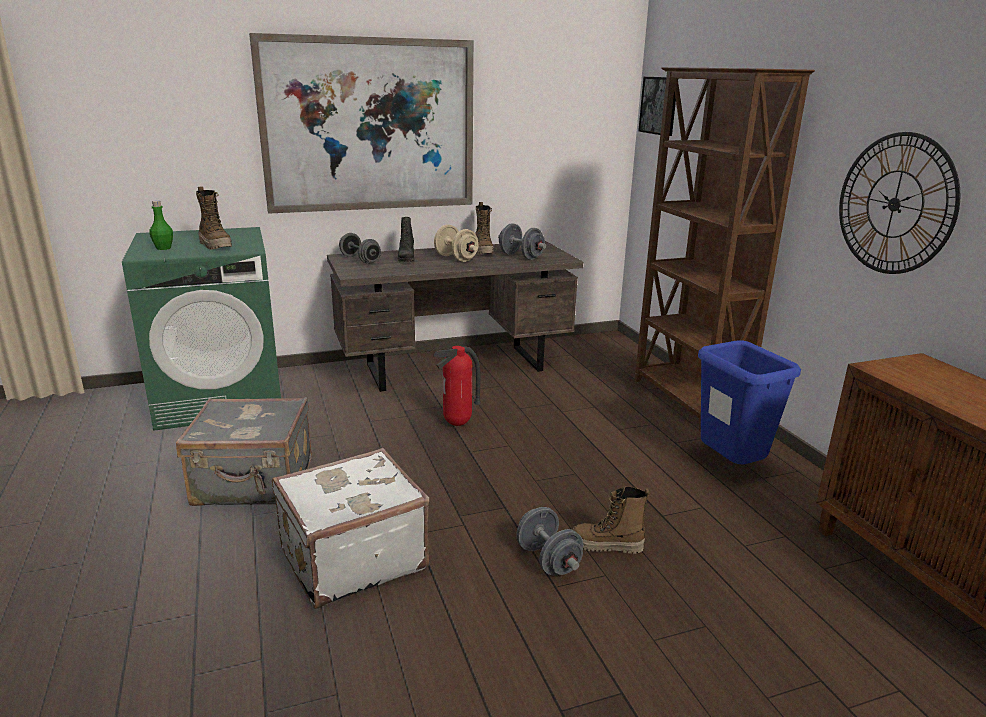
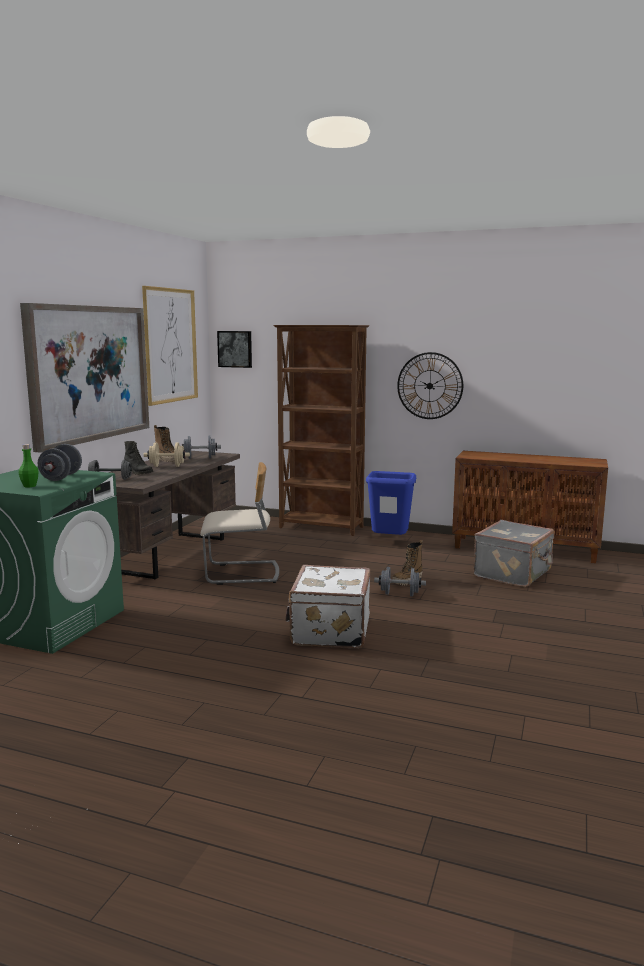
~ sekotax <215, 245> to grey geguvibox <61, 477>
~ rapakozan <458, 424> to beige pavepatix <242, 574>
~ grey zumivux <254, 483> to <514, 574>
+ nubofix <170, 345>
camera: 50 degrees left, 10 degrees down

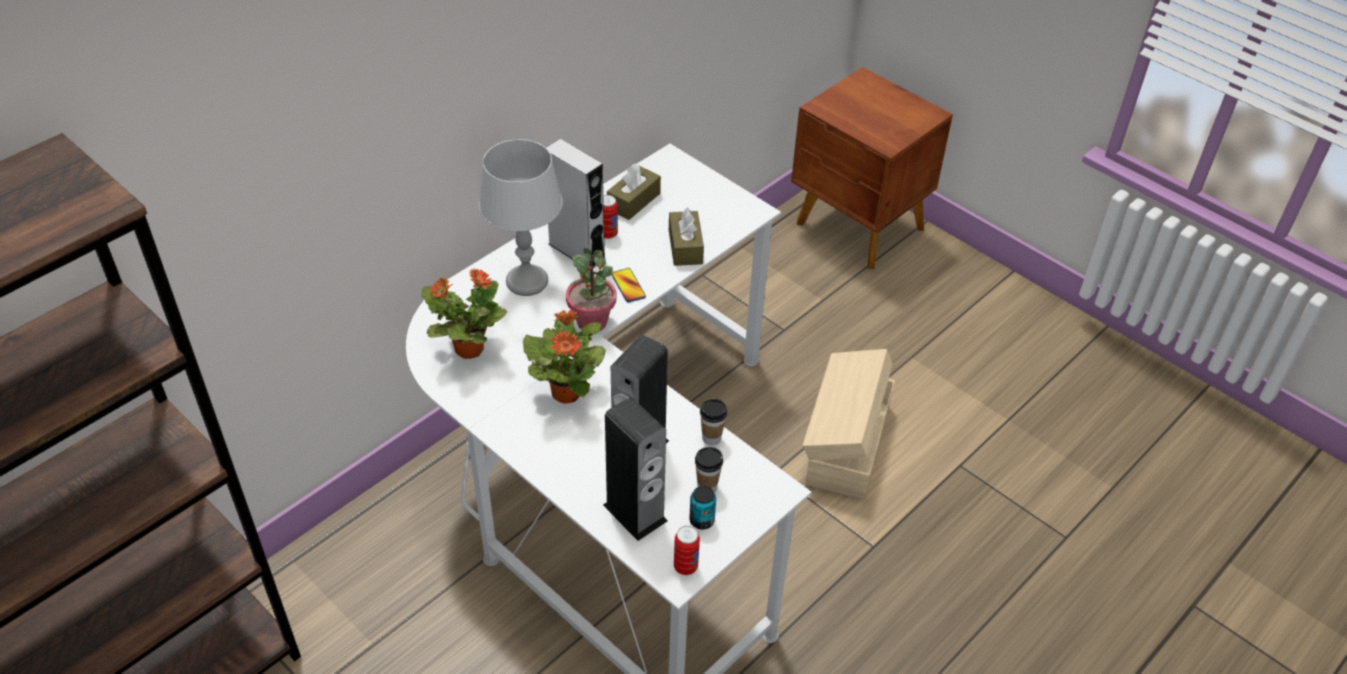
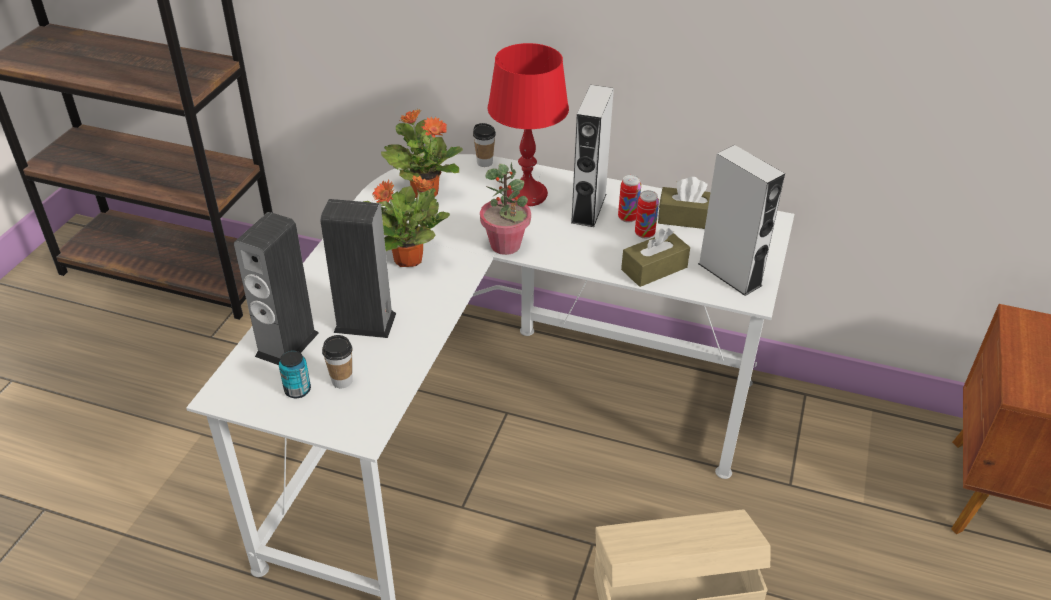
~ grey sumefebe <526, 281> to red sumefebe <527, 194>
- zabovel <628, 286>
~ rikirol <711, 438> to <484, 162>
~ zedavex <685, 566> to <644, 234>
+ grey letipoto <729, 274>
camera: 65 degrees right, 5 degrees down

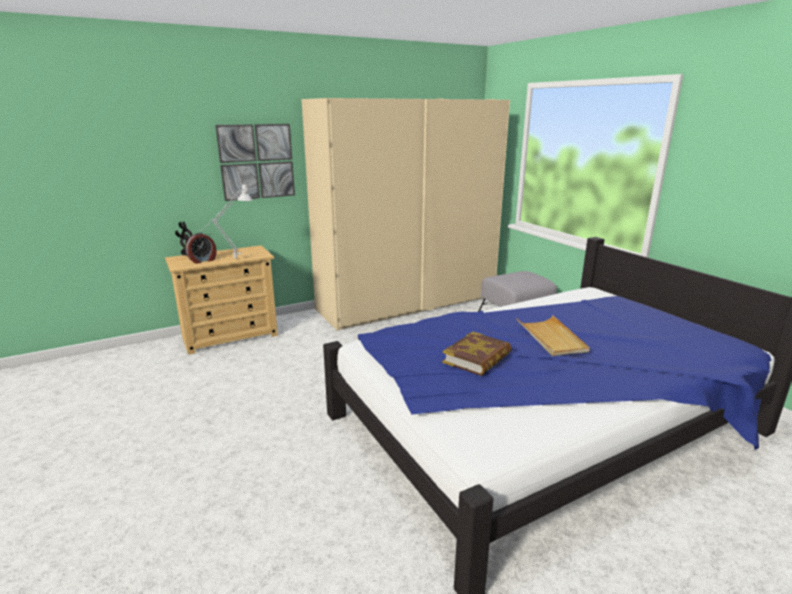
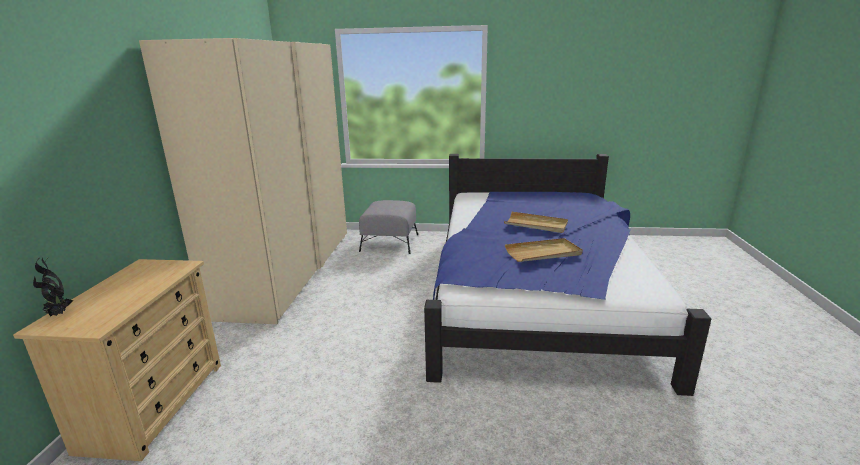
- nubofix <256, 161>
- grey sumefebe <232, 260>
- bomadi <203, 260>
~ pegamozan <477, 358> to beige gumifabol <543, 253>
camera: 55 degrees left, 0 degrees up

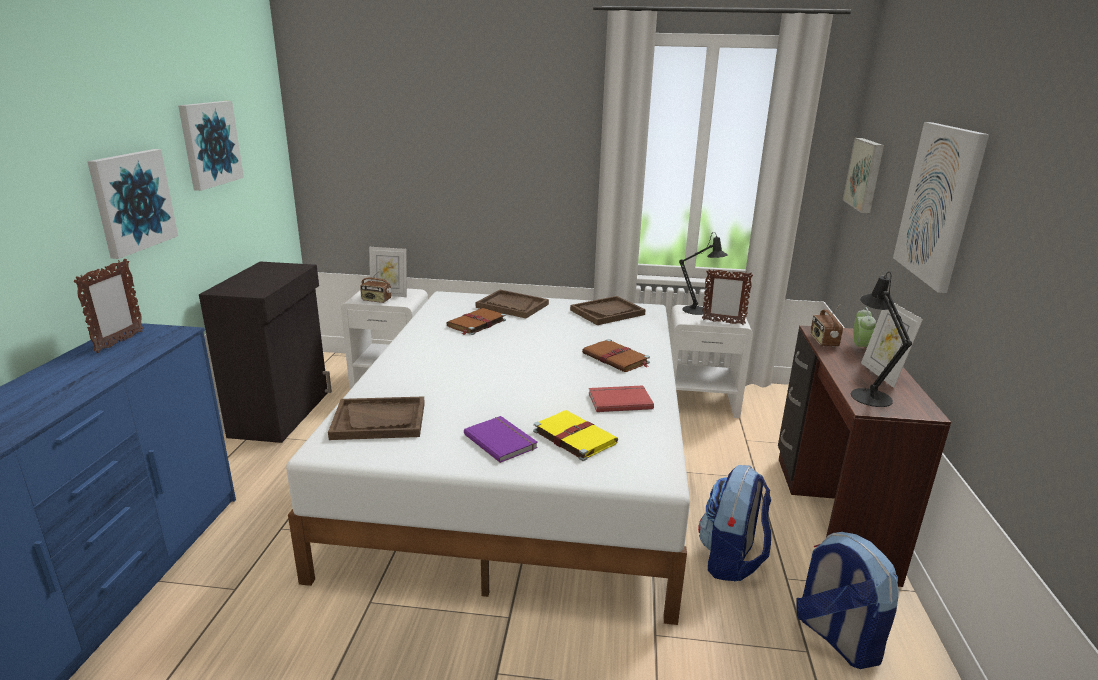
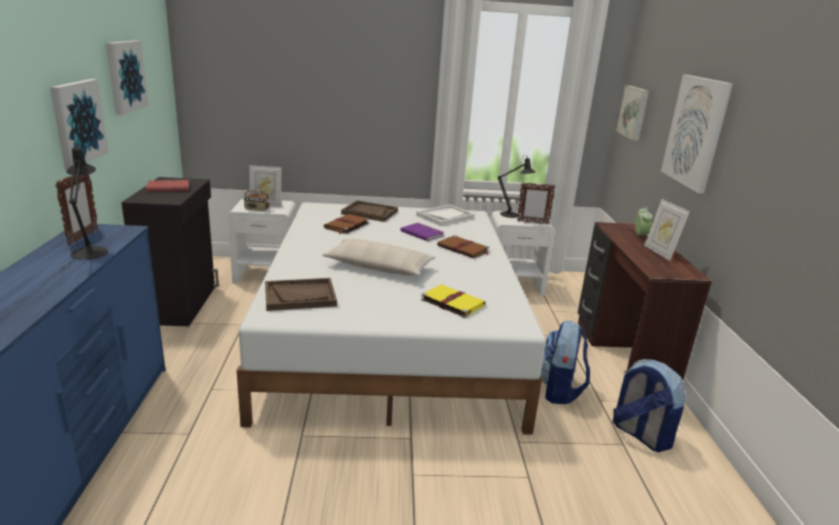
~ black sumefebe <867, 394> to <90, 251>
~ brown gumifabol <607, 312> to white gumifabol <445, 216>
- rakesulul <823, 341>
~ red pegamozan <619, 400> to <168, 187>
~ purple pegamozan <502, 440> to <422, 233>
+ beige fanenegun <378, 267>
camera: 10 degrees left, 0 degrees up

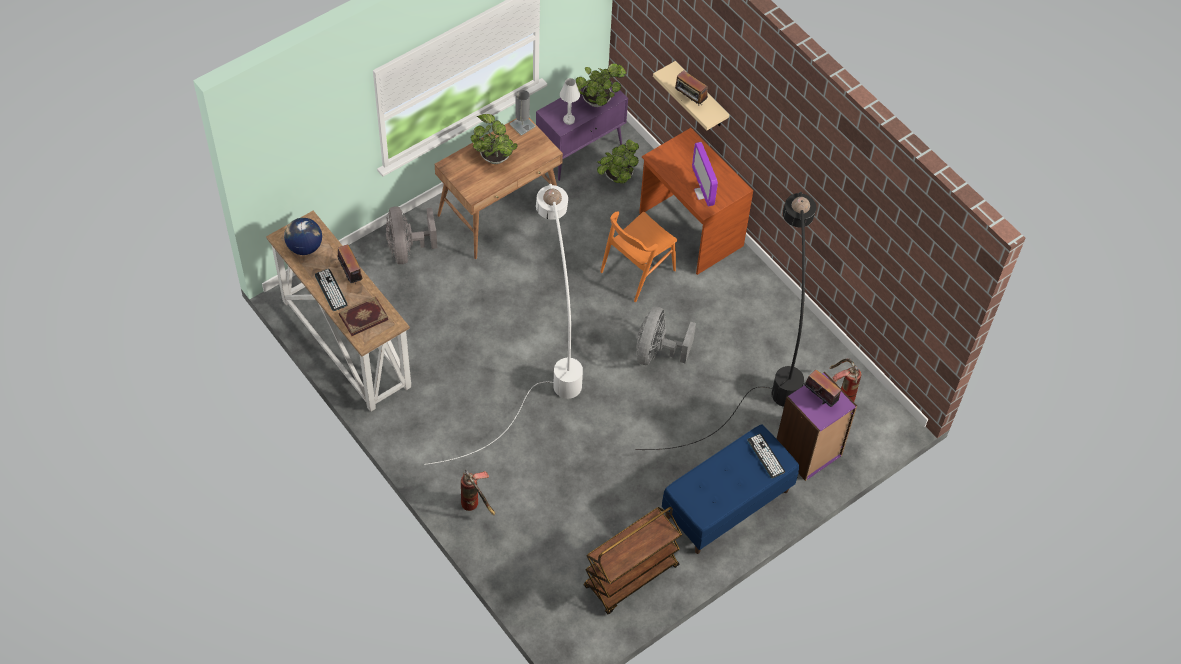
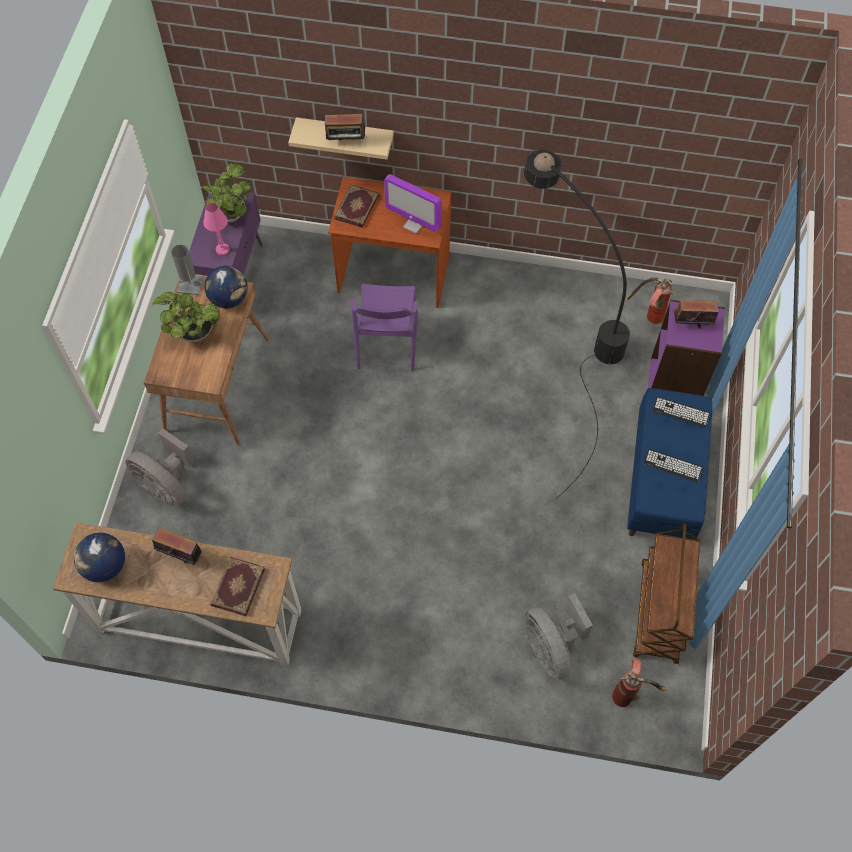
~ white sumefebe <569, 120> to pink sumefebe <222, 250>
- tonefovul <617, 178>
- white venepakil <545, 360>
~ orange pavepatix <637, 271> to purple pavepatix <387, 343>
~ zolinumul <331, 290> to <672, 466>
~ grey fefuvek <657, 352> to <551, 648>
~ rapakozan <476, 505> to <630, 694>
+ pegamozan <357, 207>
+ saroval <229, 299>
camera: 40 degrees left, 5 degrees up

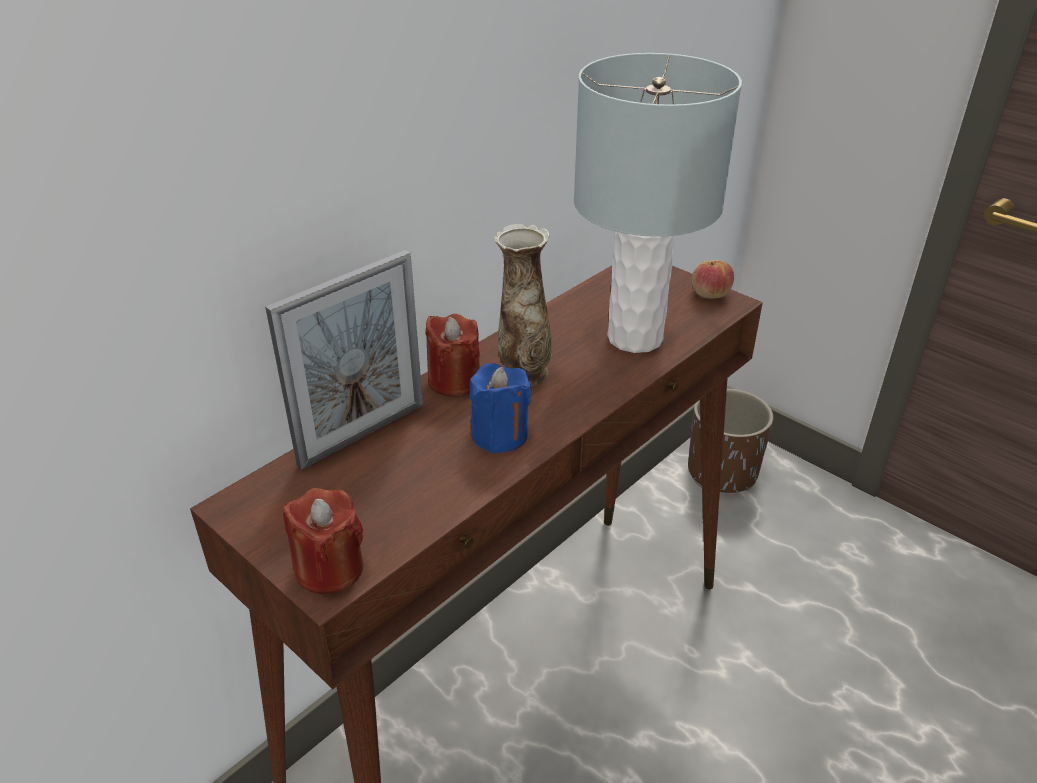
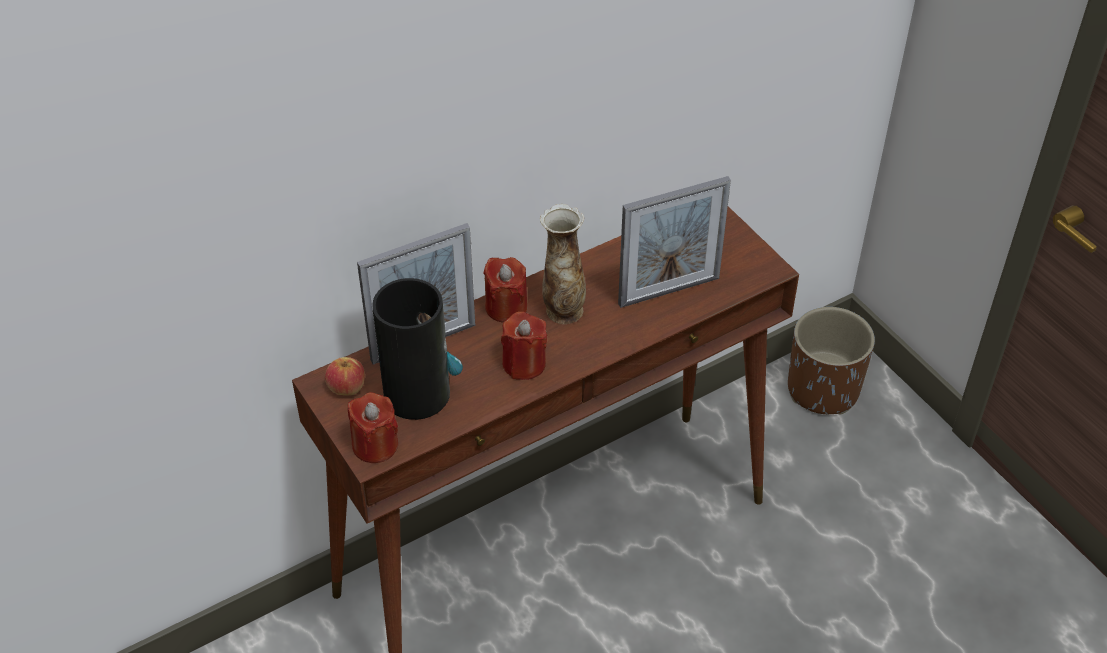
~ grey sumefebe <635, 337> to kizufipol <669, 291>
~ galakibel <709, 294> to <346, 387>
~ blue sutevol <499, 435> to red sutevol <524, 364>
+ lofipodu <418, 394>
camera: 15 degrees right, 10 degrees up

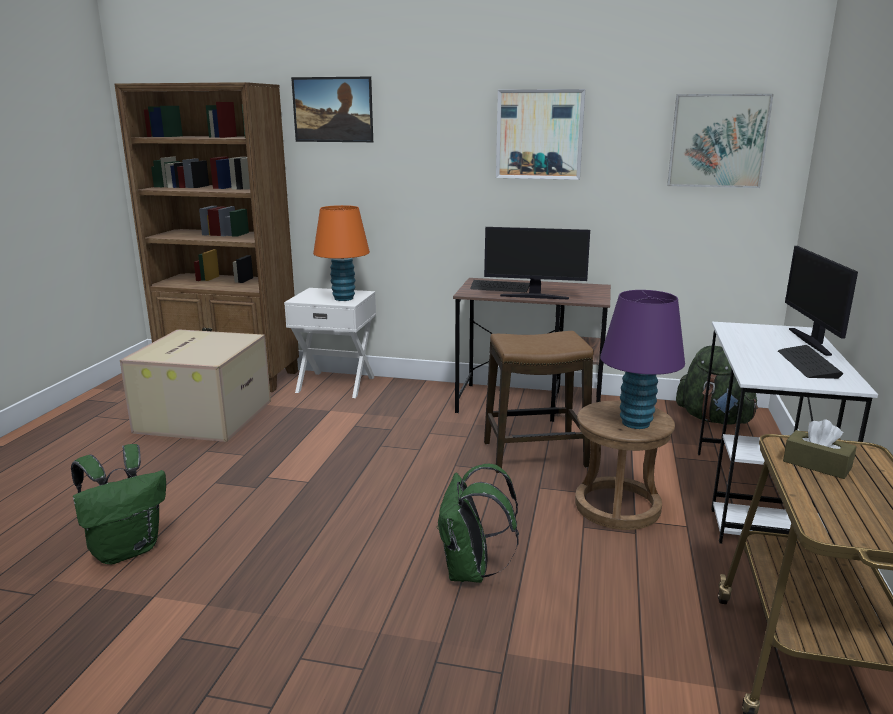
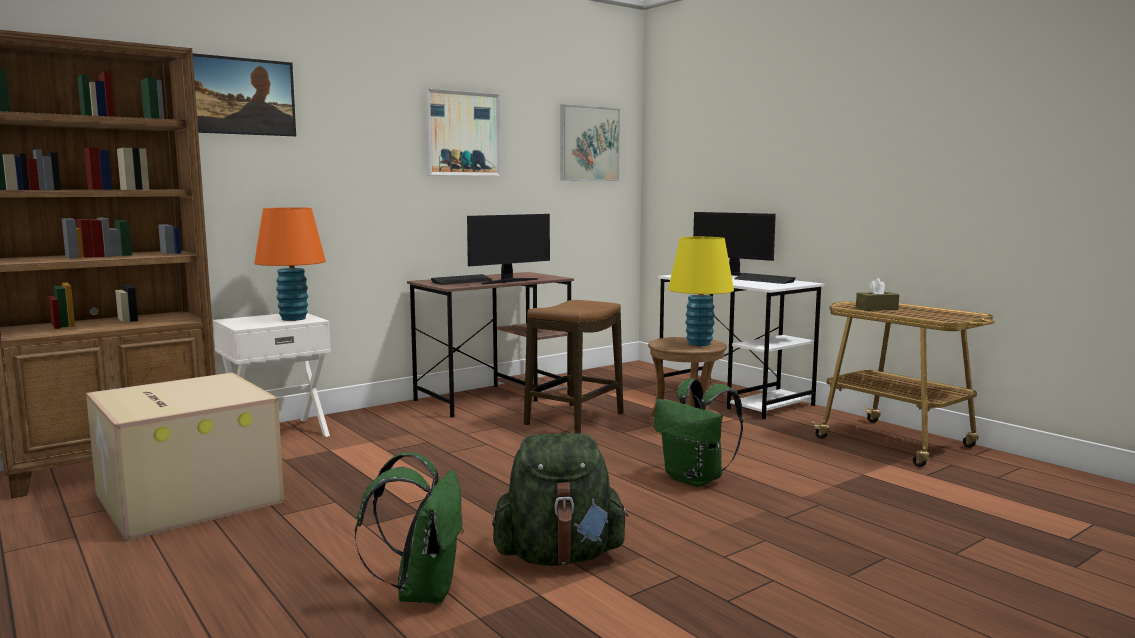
~ purple sumefebe <636, 423> to yellow sumefebe <699, 343>
~ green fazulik <714, 419> to <559, 556>
camera: 50 degrees left, 10 degrees down

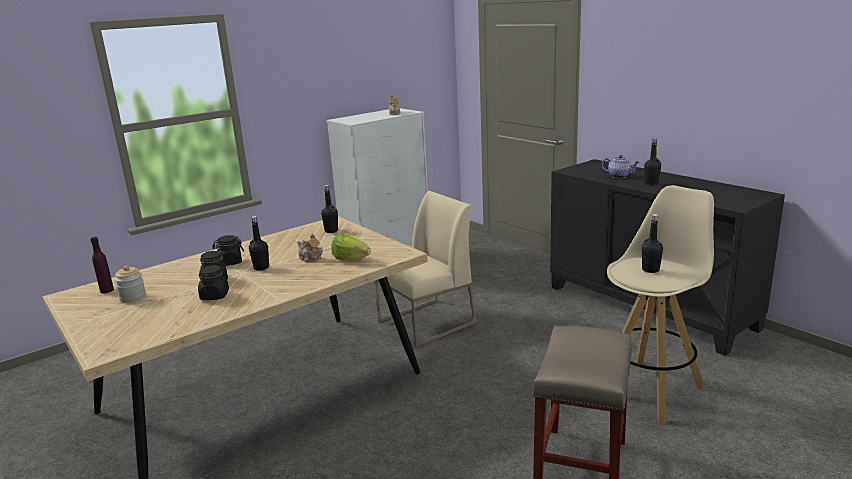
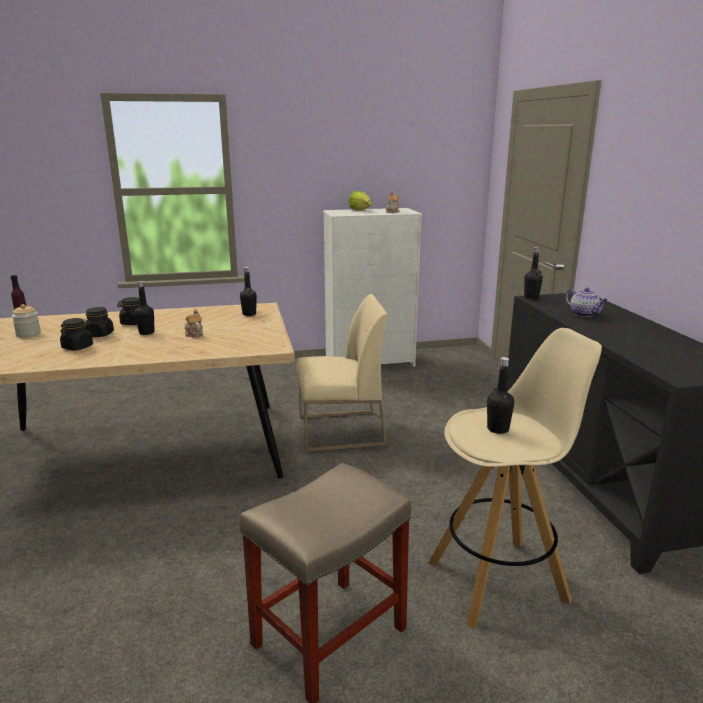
~ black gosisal <651, 183> to <531, 297>
~ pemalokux <351, 259> to <360, 210>
camera: 25 degrees right, 0 degrees up

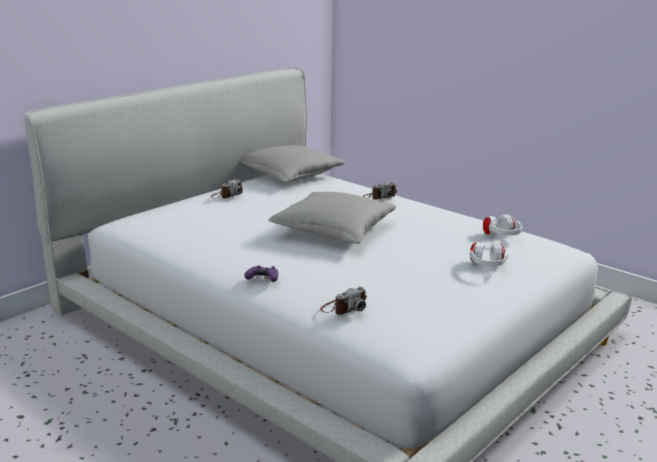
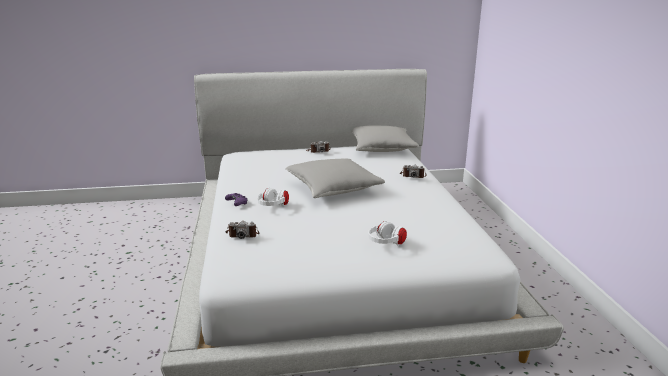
~ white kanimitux <501, 237> to <273, 207>
camera: 40 degrees right, 0 degrees up

